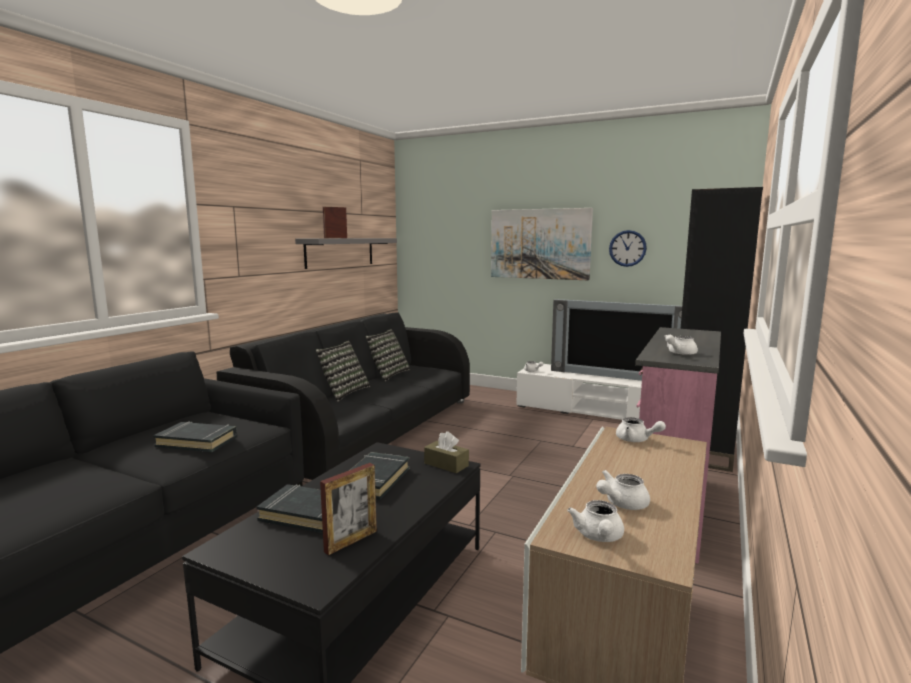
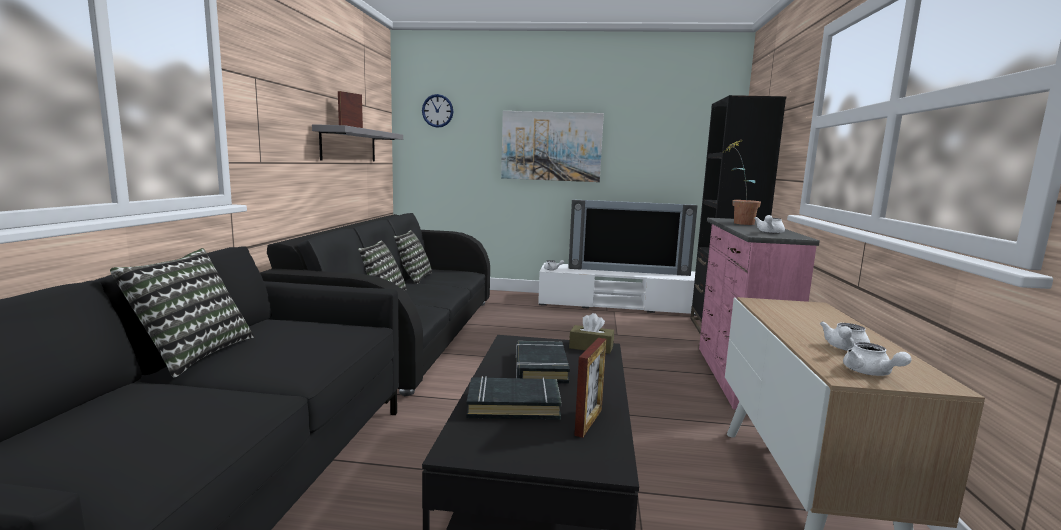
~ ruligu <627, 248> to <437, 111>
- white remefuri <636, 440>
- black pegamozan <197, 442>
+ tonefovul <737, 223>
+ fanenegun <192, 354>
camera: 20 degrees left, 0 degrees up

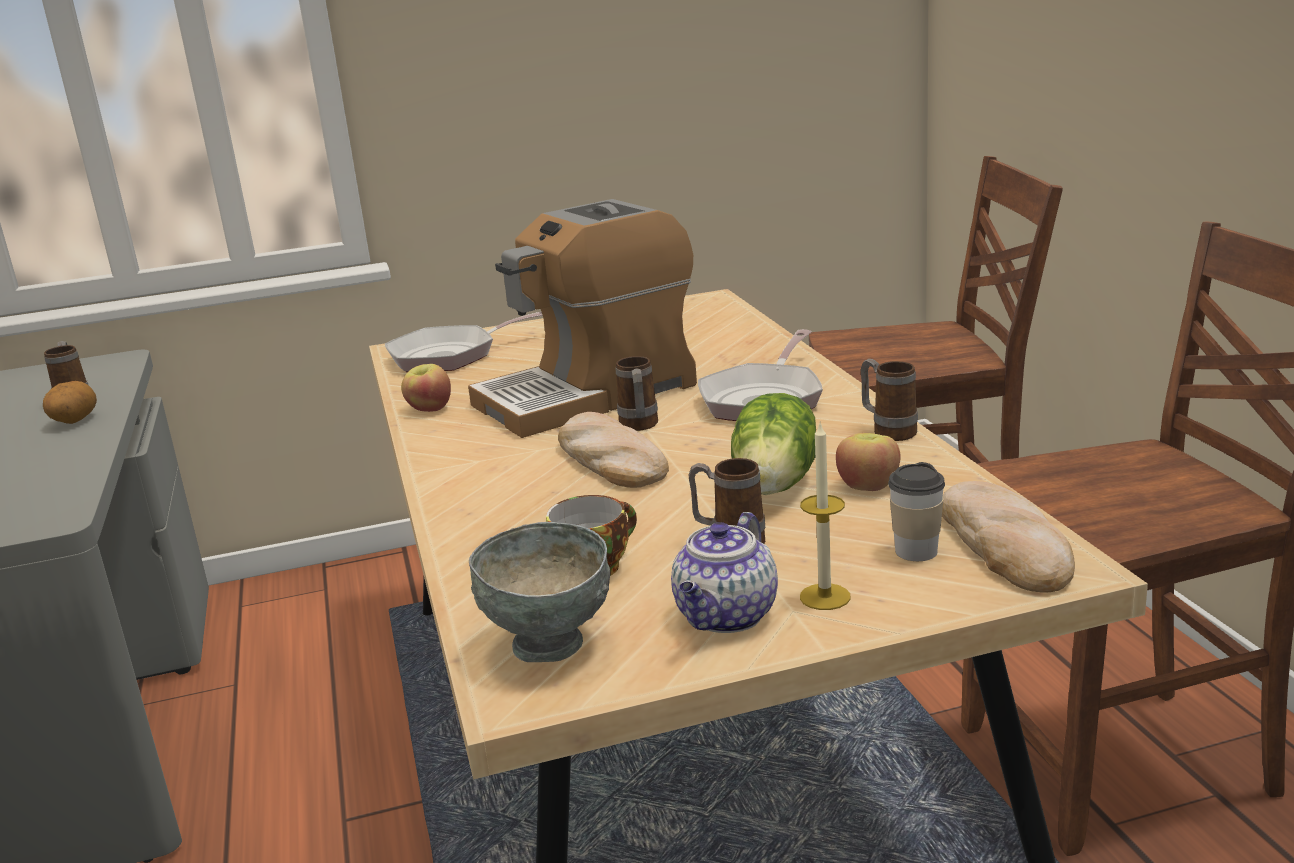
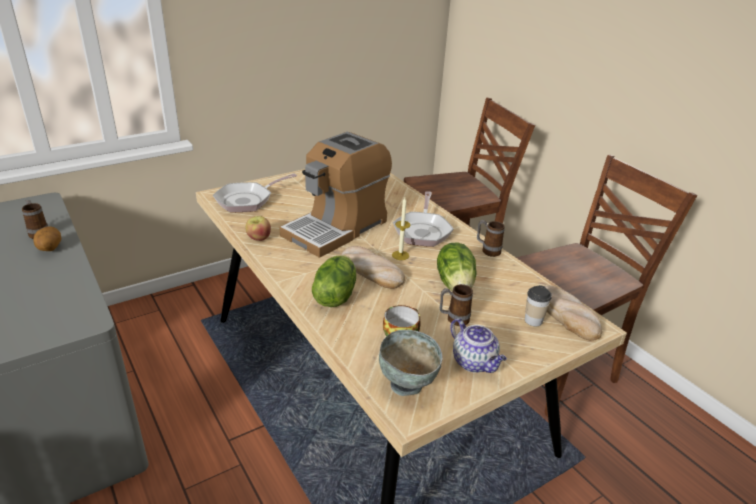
- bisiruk <639, 427>
~ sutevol <825, 597> to <400, 255>
- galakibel <868, 486>
~ remefuri <726, 617> = <475, 363> 45 degrees counterclockwise
+ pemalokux <334, 296>
camera: 20 degrees left, 10 degrees up

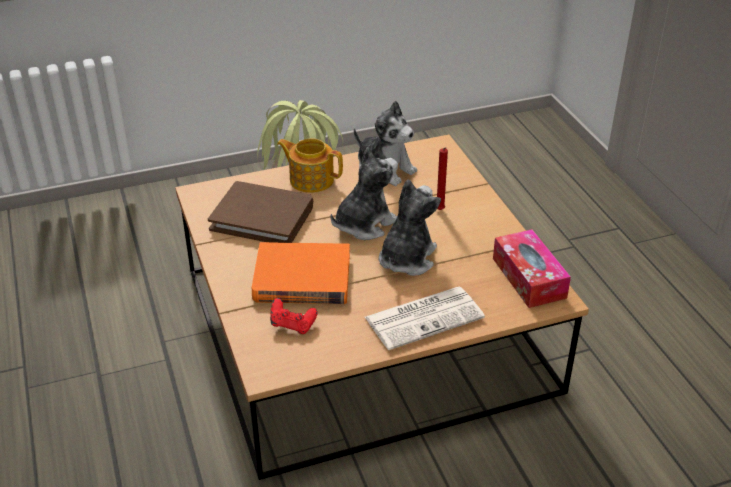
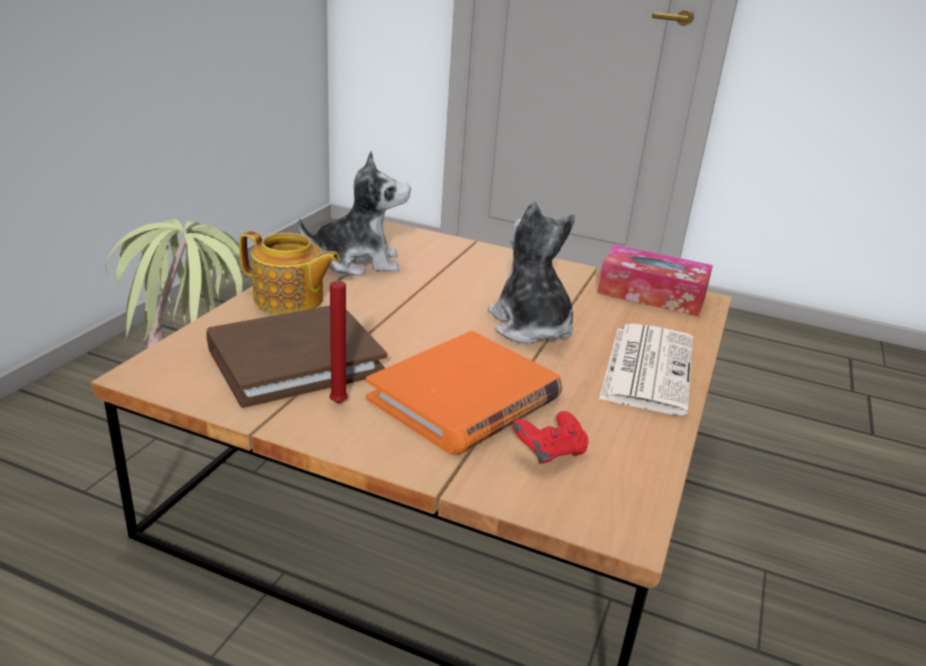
~ remefuri <311, 179> = <289, 300> 135 degrees counterclockwise
- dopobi <364, 224>
~ red sutevol <440, 211> to <340, 404>
camera: 50 degrees left, 10 degrees down

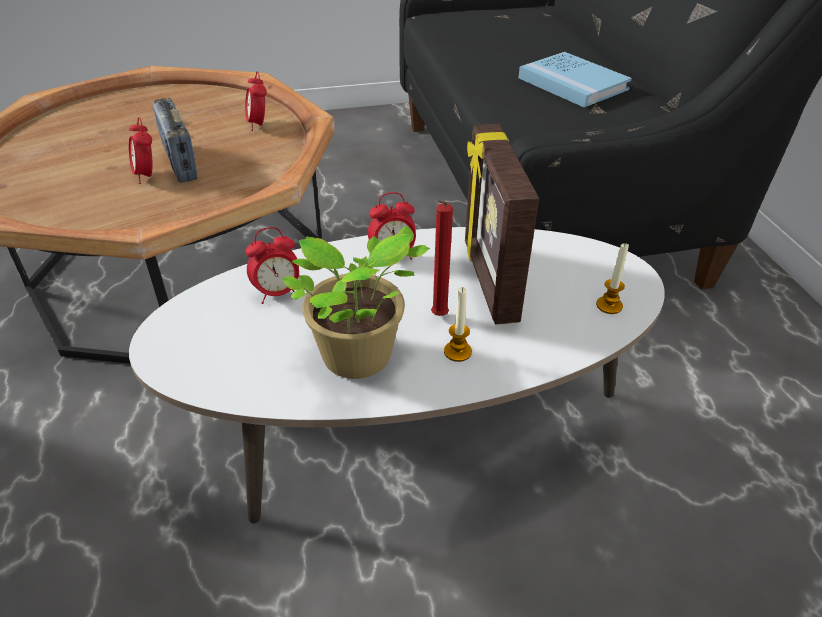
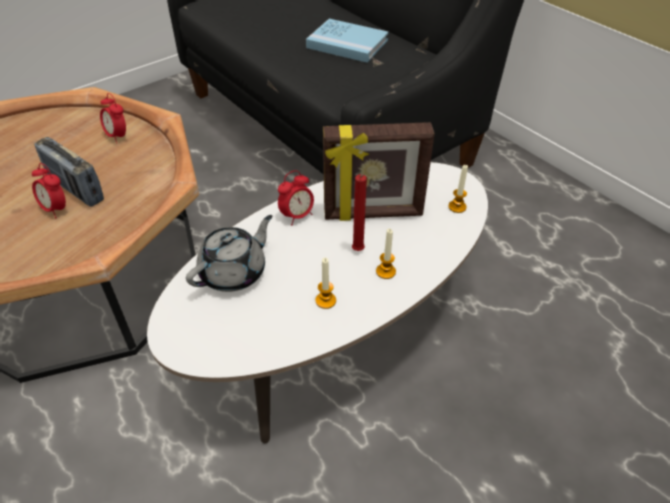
~ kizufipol <488, 281> = <373, 214> 60 degrees counterclockwise
~ tonefovul <358, 359> to sutevol <325, 300>
~ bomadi <277, 293> to grey remefuri <234, 272>
camera: 25 degrees left, 5 degrees up

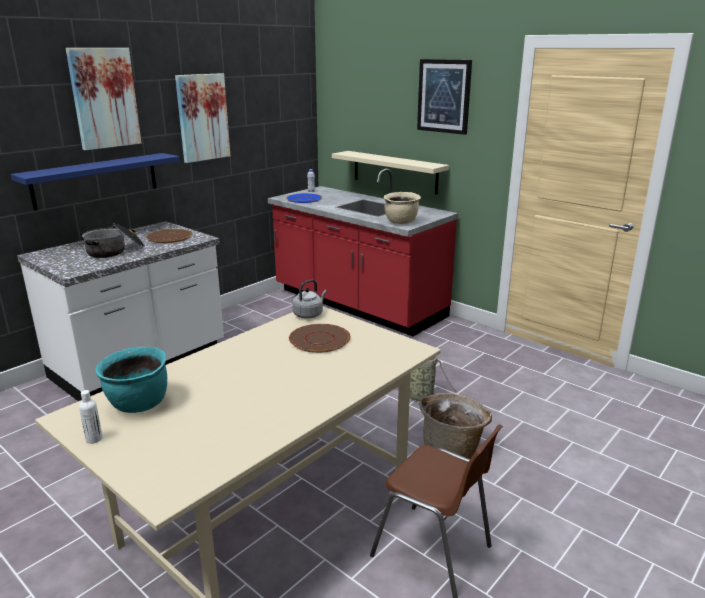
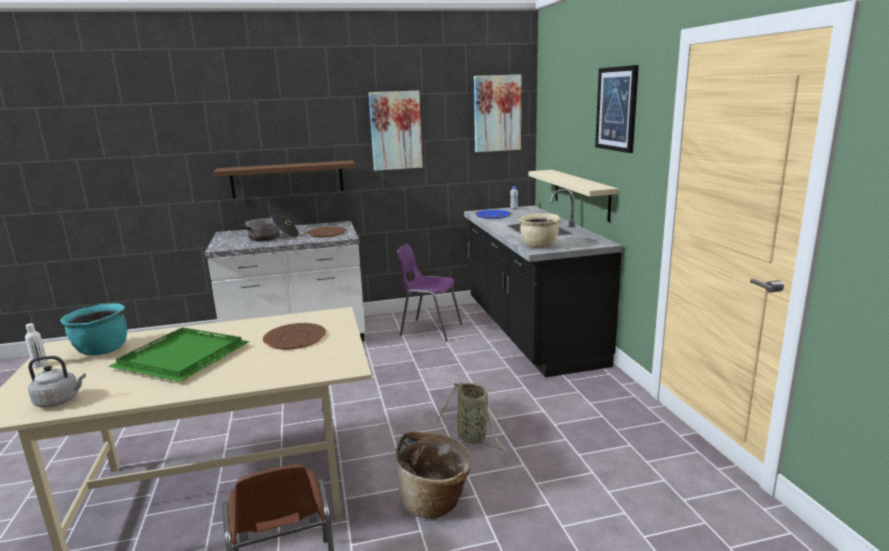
~ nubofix <104, 98> to <497, 113>
~ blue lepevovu <96, 180> to brown lepevovu <287, 179>
~ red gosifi <358, 304> to black gosifi <530, 332>
~ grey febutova <309, 314> to <60, 401>
+ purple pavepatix <429, 329>
+ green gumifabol <182, 358>
camera: 35 degrees right, 5 degrees down

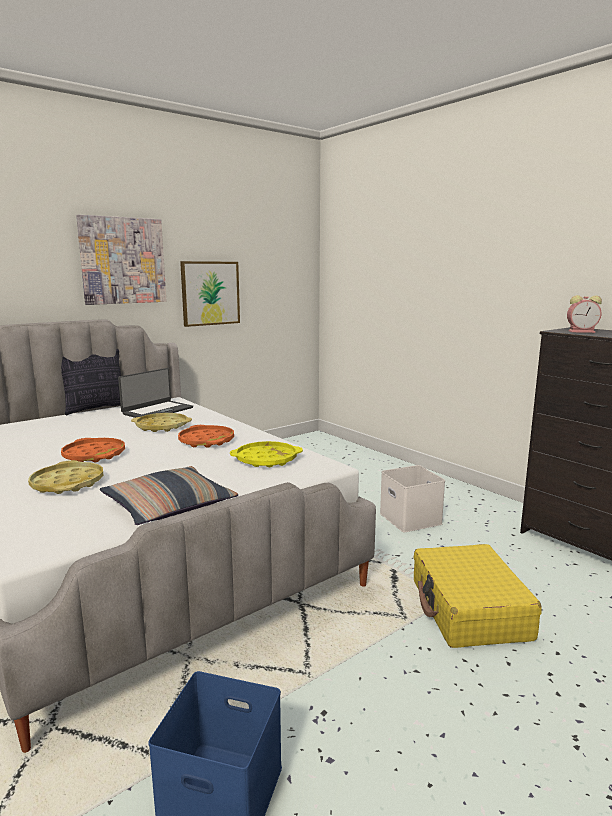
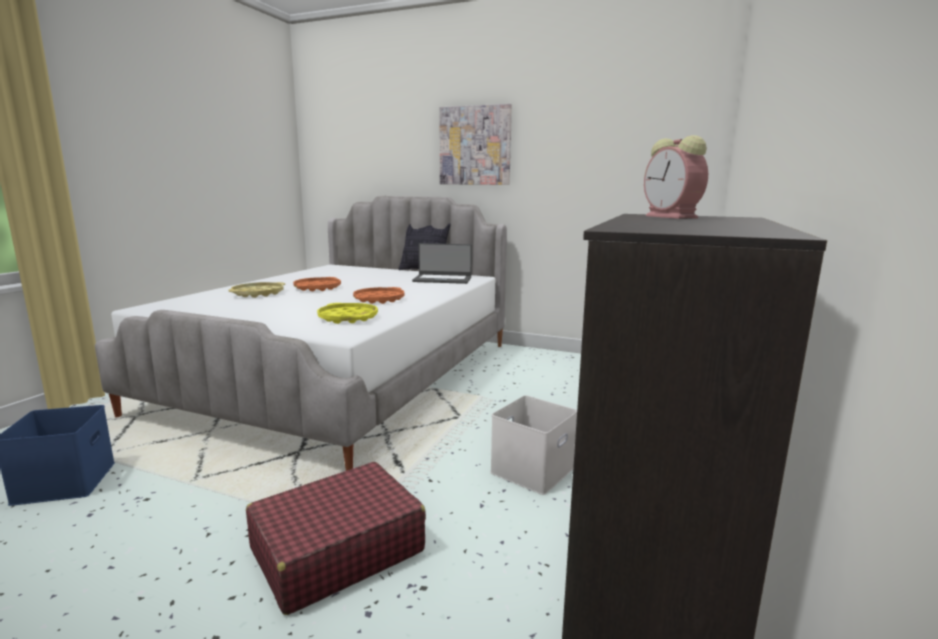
- nubofix <210, 293>
- yellow gumifabol <162, 426>
- fanenegun <169, 506>
~ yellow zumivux <469, 609> to red zumivux <336, 550>
camera: 60 degrees right, 0 degrees up

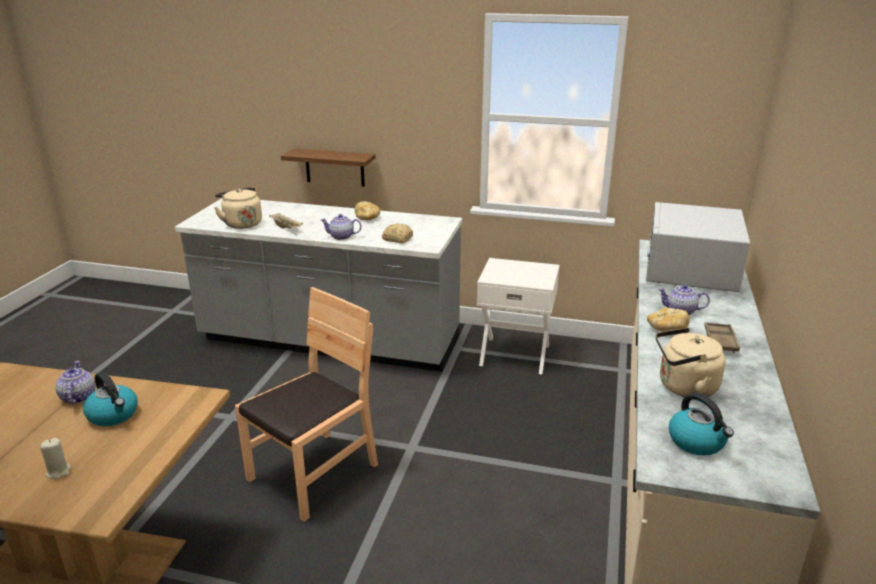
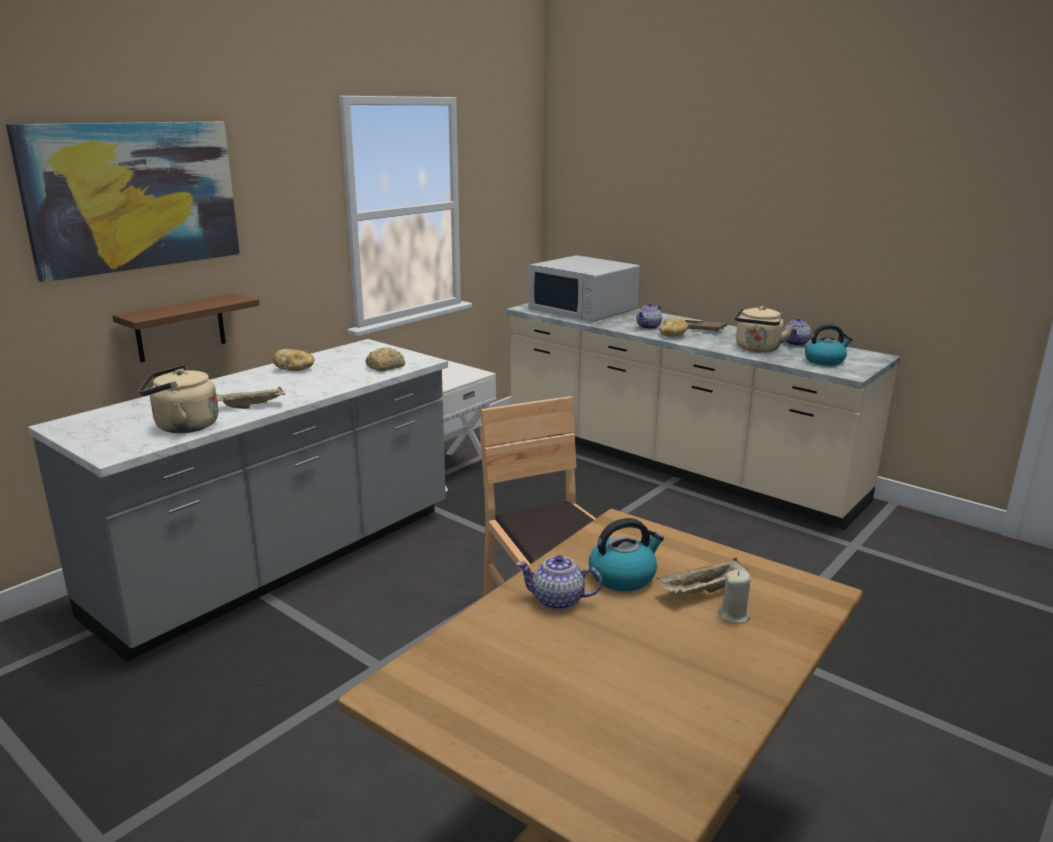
~ remefuri <342, 237> to <796, 343>
+ nubofix <134, 196>
+ beige gumifabol <702, 591>
camera: 65 degrees left, 5 degrees down

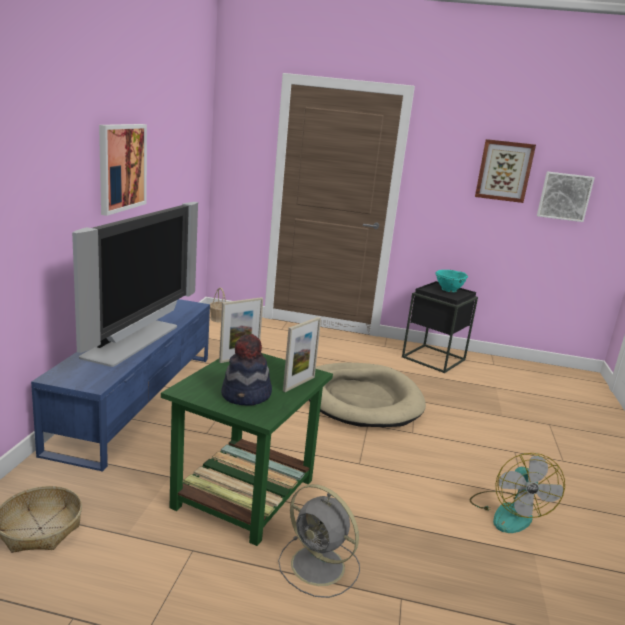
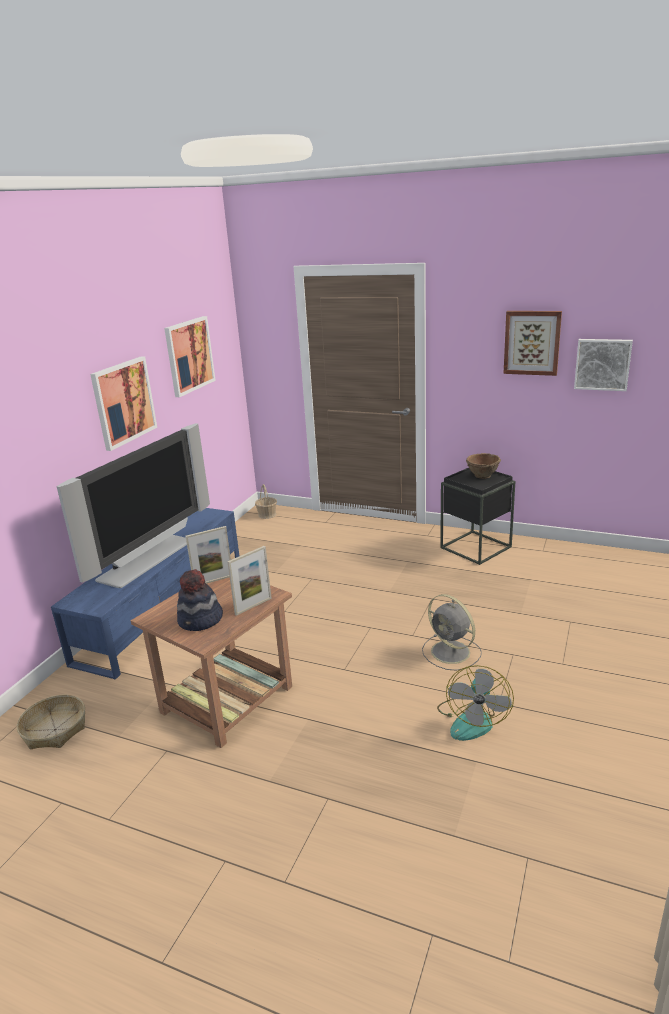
~ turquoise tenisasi <448, 290> to brown tenisasi <482, 476>
~ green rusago <245, 492> to brown rusago <228, 698>
- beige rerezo <361, 399>
~ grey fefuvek <320, 567> to <452, 653>
+ nubofix <189, 355>
camera: 15 degrees right, 5 degrees up

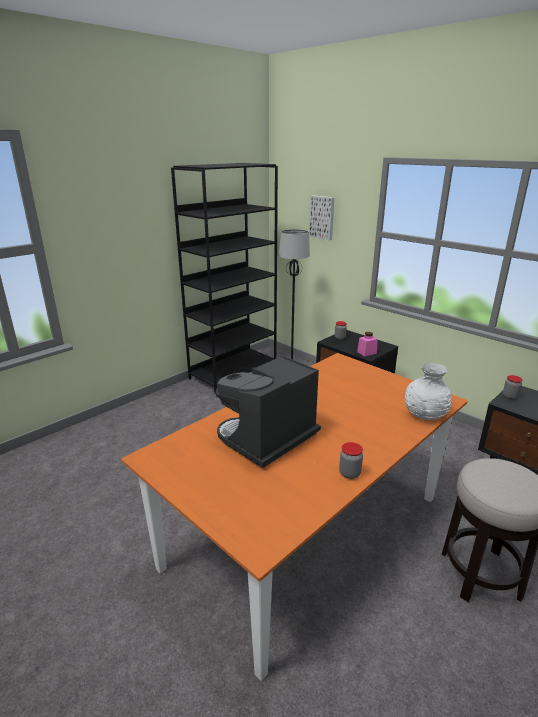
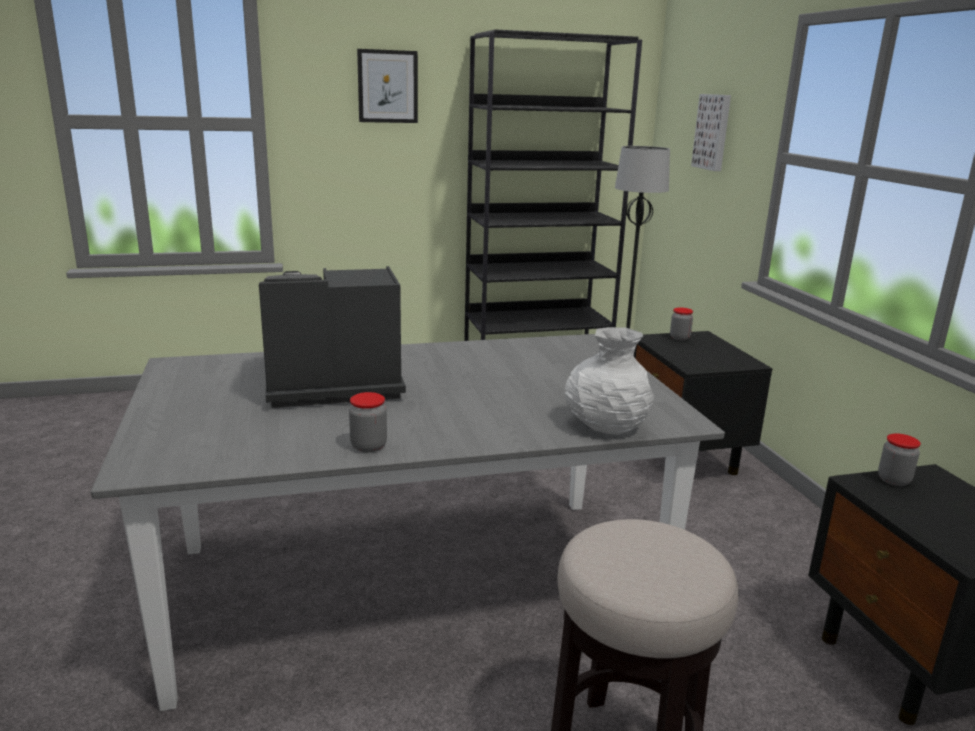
- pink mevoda <367, 352>
~ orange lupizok <307, 532> to grey lupizok <412, 587>
+ nubofix <387, 86>
camera: 30 degrees right, 5 degrees down

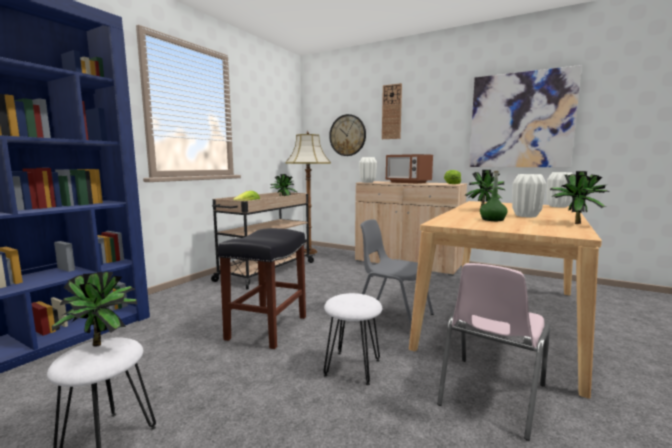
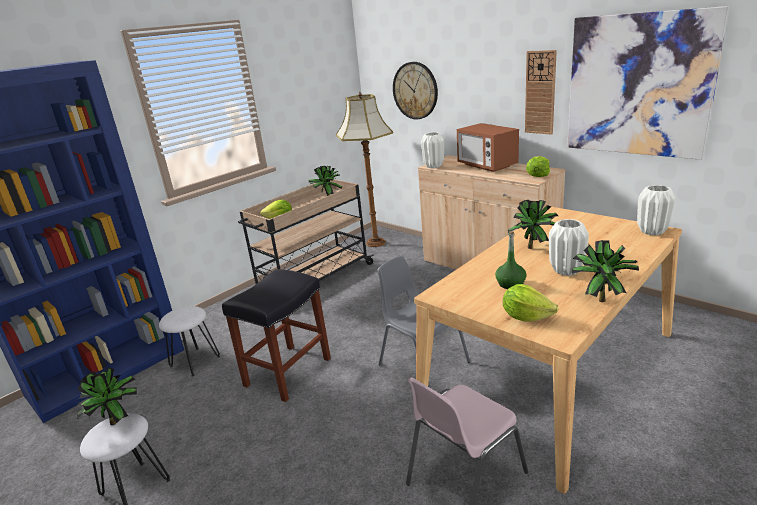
~ ruligu <391, 112> to <540, 93>
~ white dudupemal <352, 367> to <195, 361>
+ pemalokux <526, 317>
camera: 15 degrees right, 15 degrees up

